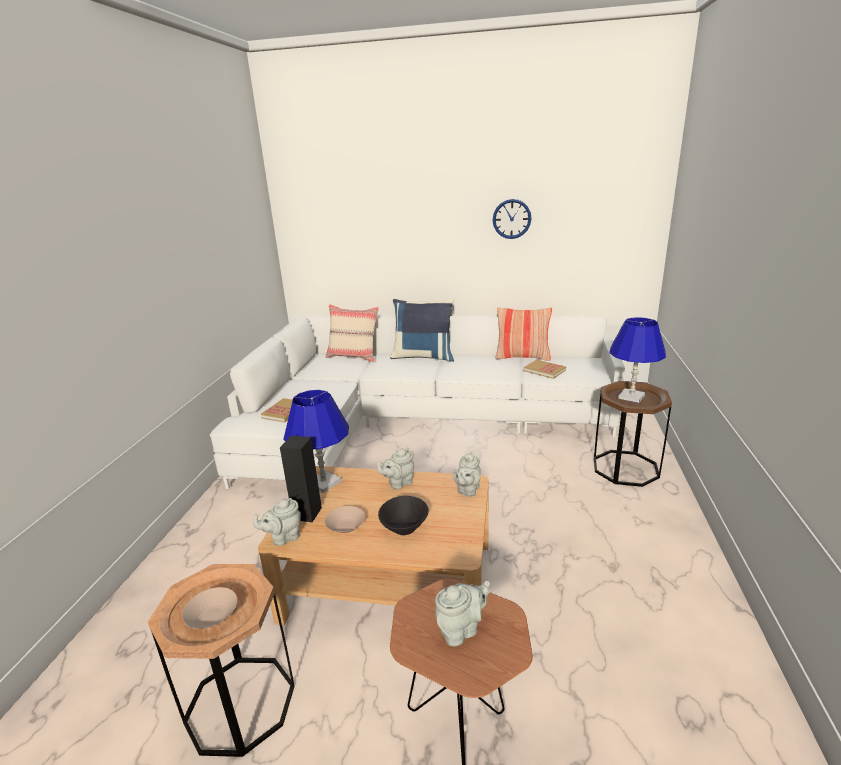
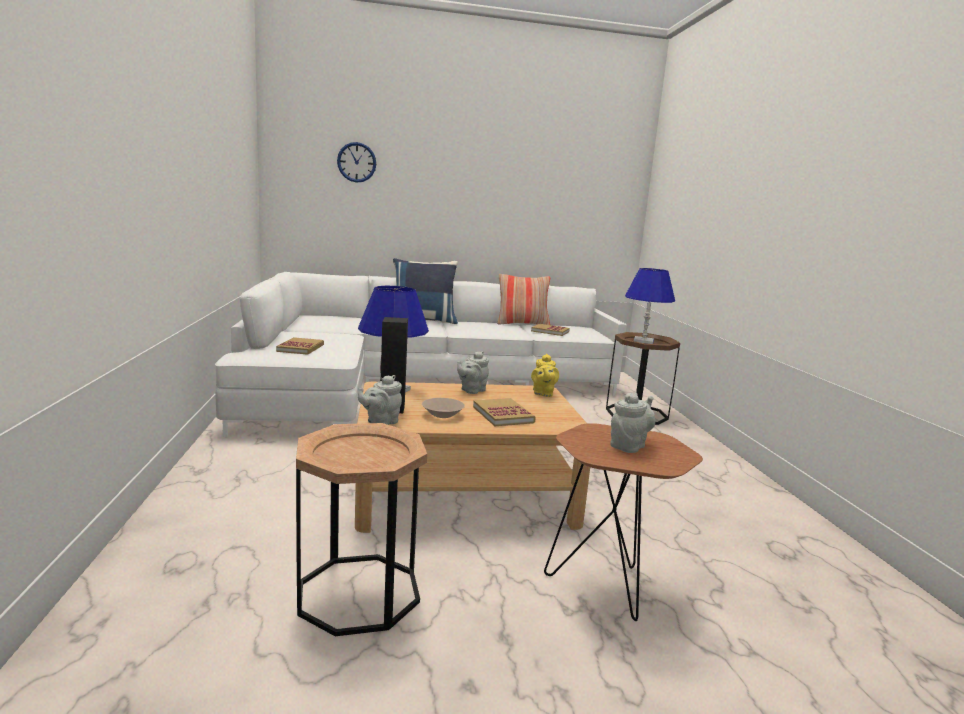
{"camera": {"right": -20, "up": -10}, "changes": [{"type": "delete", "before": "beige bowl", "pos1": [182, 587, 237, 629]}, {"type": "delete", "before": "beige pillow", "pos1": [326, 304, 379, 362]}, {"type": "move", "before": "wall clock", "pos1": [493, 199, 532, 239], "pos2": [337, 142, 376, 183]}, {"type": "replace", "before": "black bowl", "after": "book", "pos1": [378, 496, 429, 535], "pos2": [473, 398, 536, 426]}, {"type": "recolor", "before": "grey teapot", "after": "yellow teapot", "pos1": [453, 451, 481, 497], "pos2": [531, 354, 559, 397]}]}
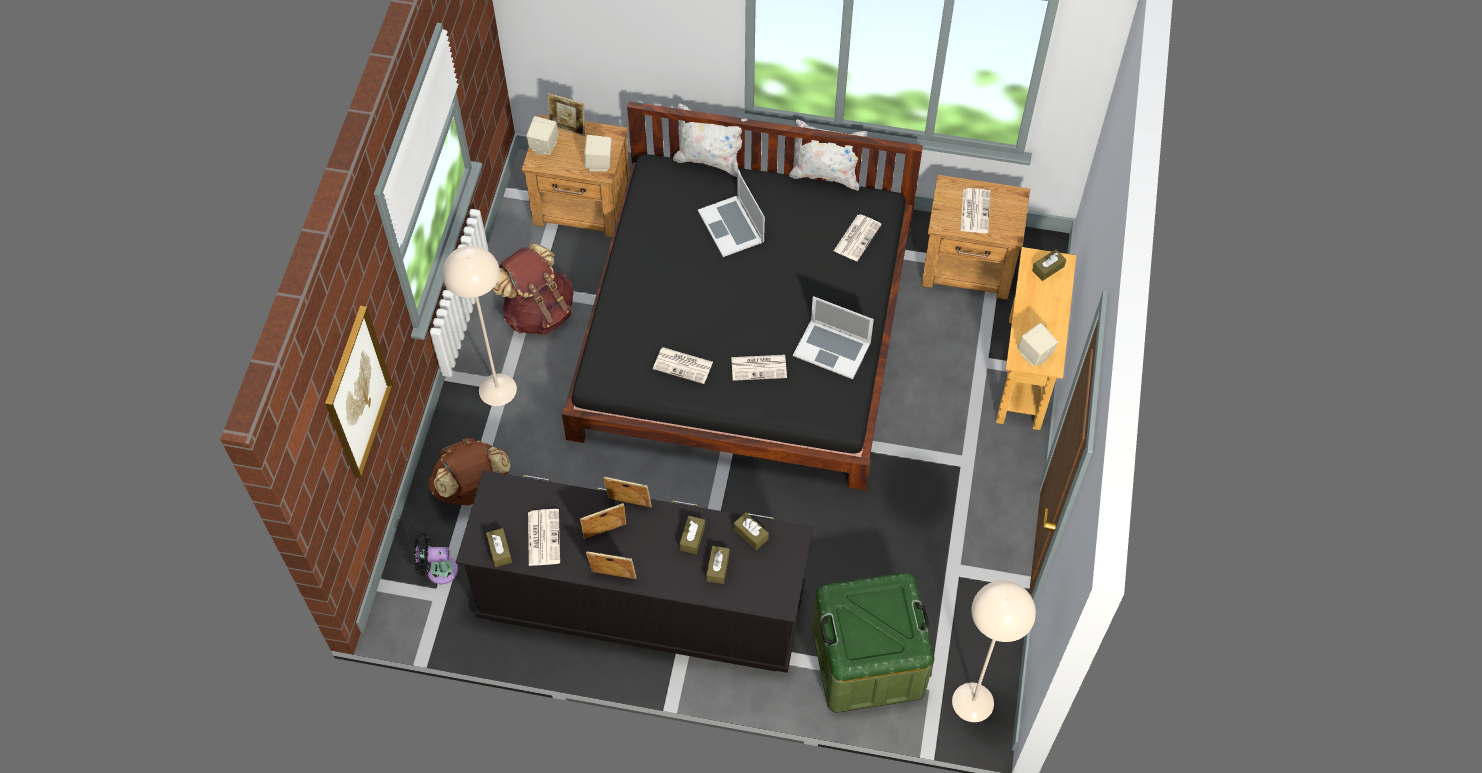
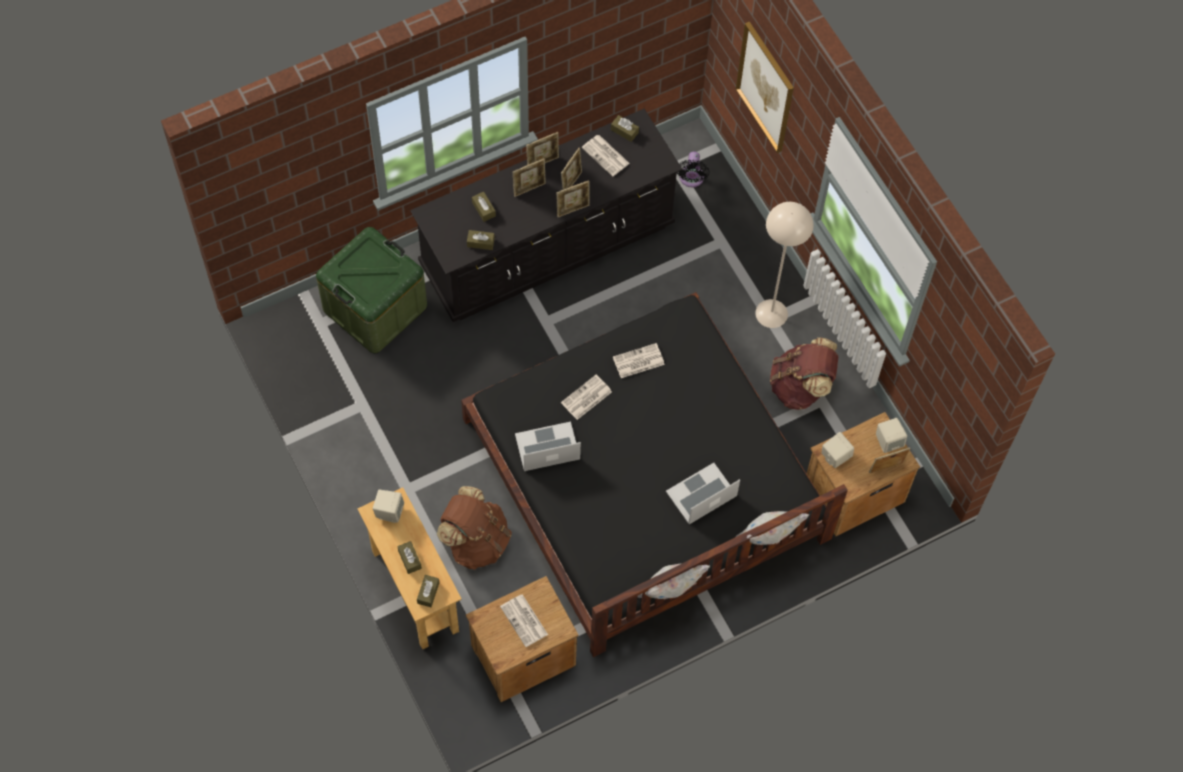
{"camera": {"right": 140, "up": 5}, "changes": [{"type": "delete", "before": "newspaper", "pos1": [834, 214, 881, 261]}, {"type": "delete", "before": "beige floor lamp", "pos1": [952, 580, 1036, 722]}, {"type": "insert", "after": "picture frame", "pos2": [513, 158, 546, 197]}, {"type": "move", "before": "brown backpack", "pos1": [428, 438, 511, 505], "pos2": [437, 486, 512, 570]}, {"type": "move", "before": "brown tissue box", "pos1": [680, 516, 705, 554], "pos2": [397, 541, 422, 574]}, {"type": "rotate", "before": "black fan", "pos1": [414, 533, 458, 584], "pos2": [677, 152, 709, 187], "turn": 135}, {"type": "rotate", "before": "laptop", "pos1": [698, 171, 765, 257], "pos2": [666, 463, 740, 524], "turn": -60}]}
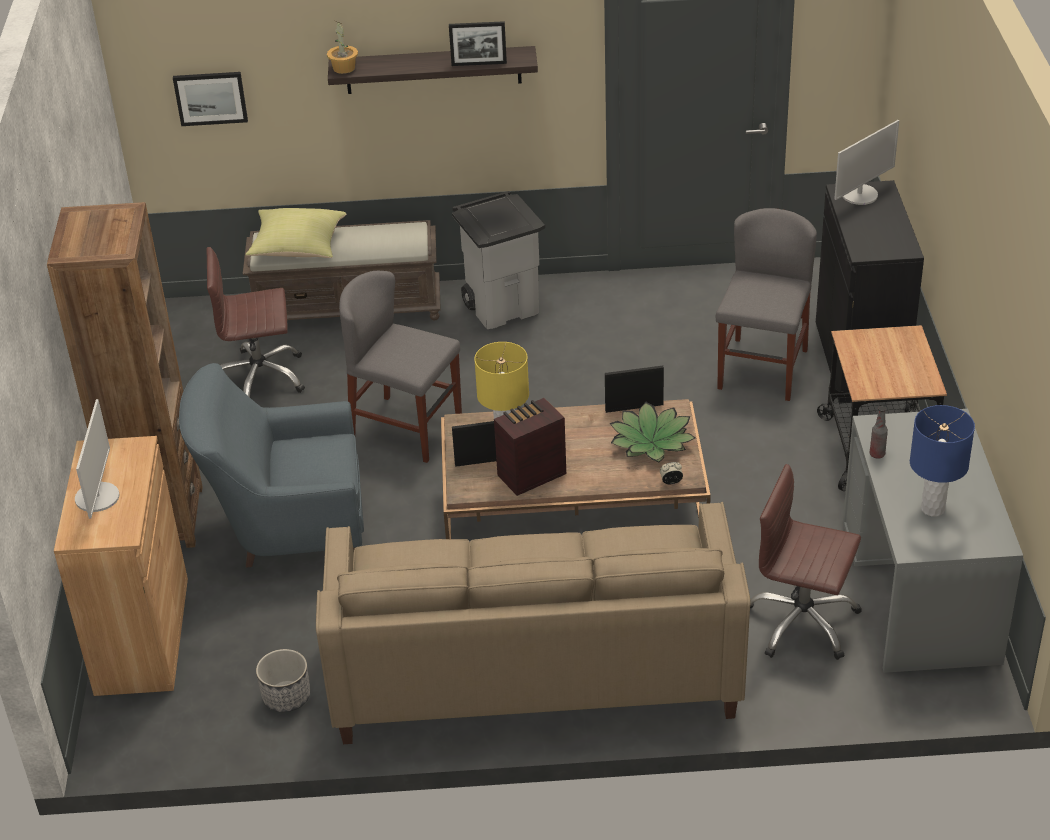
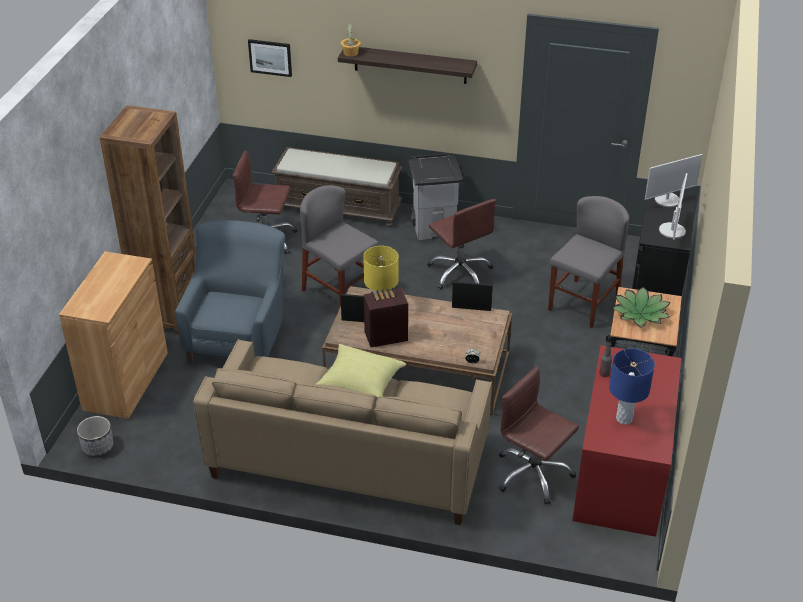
{"camera": {"right": 15, "up": 0}, "changes": [{"type": "delete", "before": "picture frame", "pos1": [449, 21, 507, 66]}, {"type": "insert", "after": "brown office chair", "pos2": [427, 199, 496, 289]}, {"type": "move", "before": "monitor", "pos1": [75, 399, 119, 519], "pos2": [659, 173, 688, 240]}, {"type": "move", "before": "yellow pillow", "pos1": [245, 208, 346, 258], "pos2": [316, 344, 406, 397]}, {"type": "move", "before": "planter", "pos1": [256, 649, 310, 712], "pos2": [77, 416, 114, 457]}, {"type": "move", "before": "potted plant", "pos1": [610, 402, 695, 462], "pos2": [612, 287, 671, 327]}, {"type": "recolor", "before": "grey desk", "after": "red desk", "pos1": [843, 409, 1023, 673], "pos2": [572, 345, 681, 537]}, {"type": "rotate", "before": "blue armchair", "pos1": [179, 363, 364, 568], "pos2": [175, 220, 285, 363], "turn": 90}]}
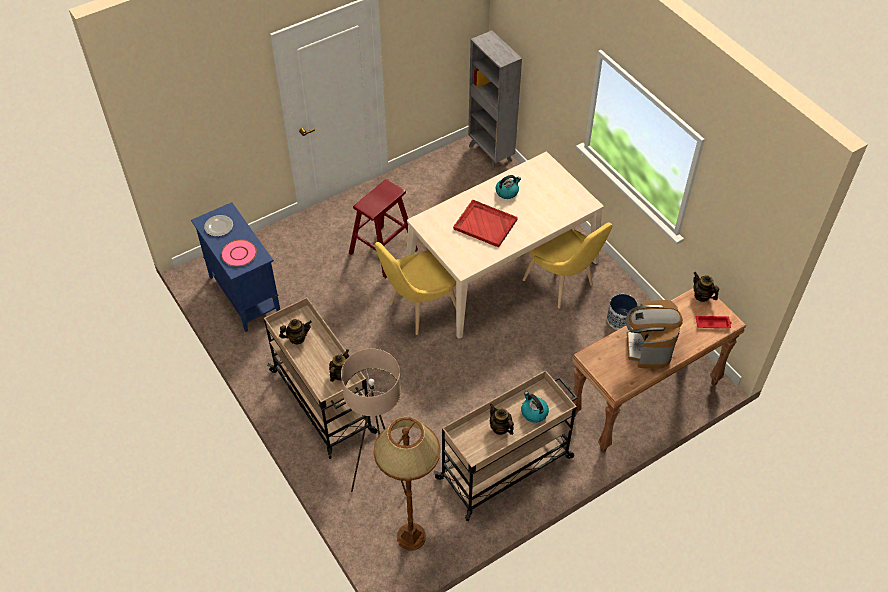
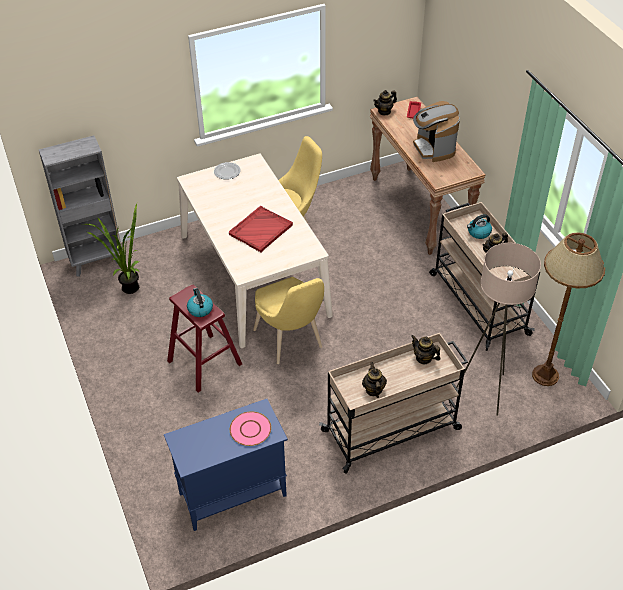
{"camera": {"right": -80, "up": -5}, "changes": [{"type": "delete", "before": "planter", "pos1": [607, 294, 638, 330]}, {"type": "insert", "after": "potted plant", "pos2": [82, 203, 139, 294]}, {"type": "move", "before": "plate", "pos1": [204, 215, 233, 236], "pos2": [214, 162, 241, 180]}, {"type": "move", "before": "kettle", "pos1": [495, 175, 521, 199], "pos2": [187, 288, 213, 317]}, {"type": "rotate", "before": "coffee machine", "pos1": [626, 300, 683, 369], "pos2": [413, 101, 460, 162], "turn": 60}]}
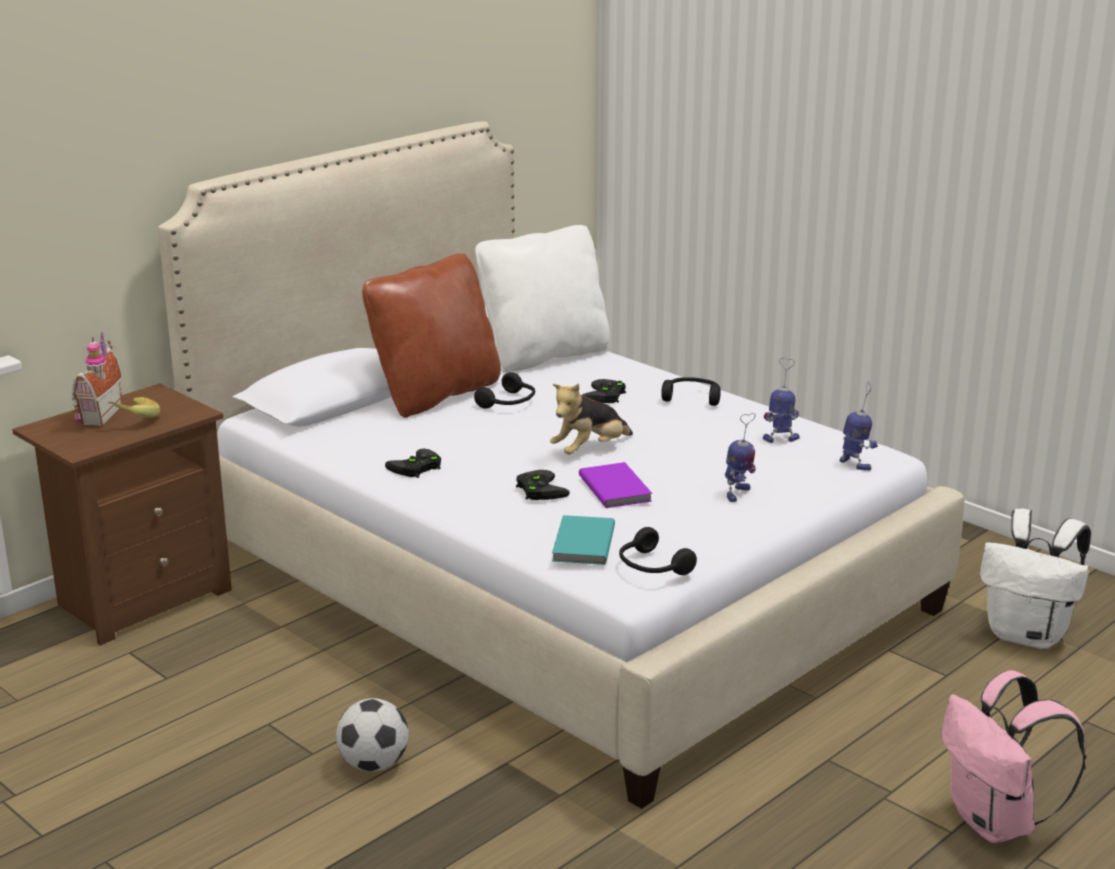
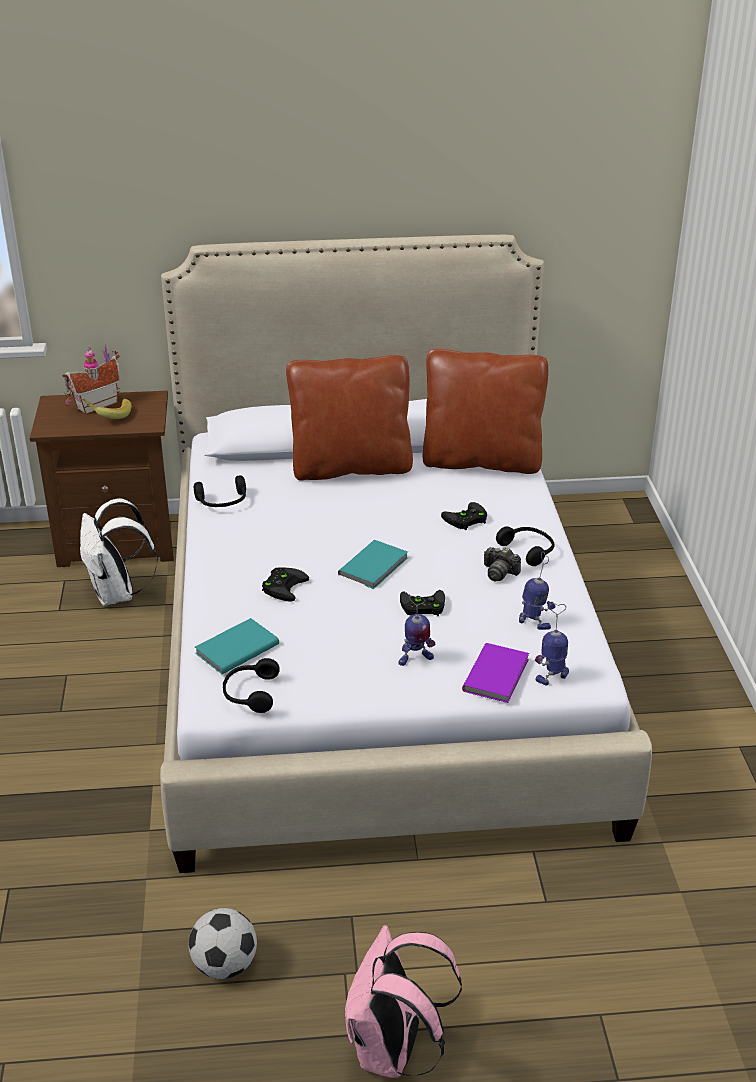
{"camera": {"right": 40, "up": 10}, "changes": [{"type": "insert", "after": "photo camera", "pos2": [484, 547, 521, 582]}, {"type": "move", "before": "football", "pos1": [336, 698, 409, 772], "pos2": [189, 908, 257, 979]}, {"type": "move", "before": "black game controller", "pos1": [385, 449, 441, 478], "pos2": [400, 590, 445, 616]}, {"type": "move", "before": "black headphones", "pos1": [474, 372, 535, 409], "pos2": [194, 475, 246, 507]}, {"type": "move", "before": "purple book", "pos1": [579, 462, 652, 508], "pos2": [462, 643, 529, 703]}, {"type": "move", "before": "white backpack", "pos1": [980, 509, 1091, 649], "pos2": [80, 498, 158, 606]}, {"type": "replace", "before": "plush toy", "after": "turquoise book", "pos1": [550, 383, 633, 454], "pos2": [338, 540, 408, 589]}, {"type": "recolor", "before": "white pillow", "after": "brown pillow", "pos1": [475, 225, 610, 373], "pos2": [423, 349, 548, 474]}, {"type": "rotate", "before": "toy robot", "pos1": [840, 381, 878, 471], "pos2": [535, 603, 569, 685], "turn": -120}]}
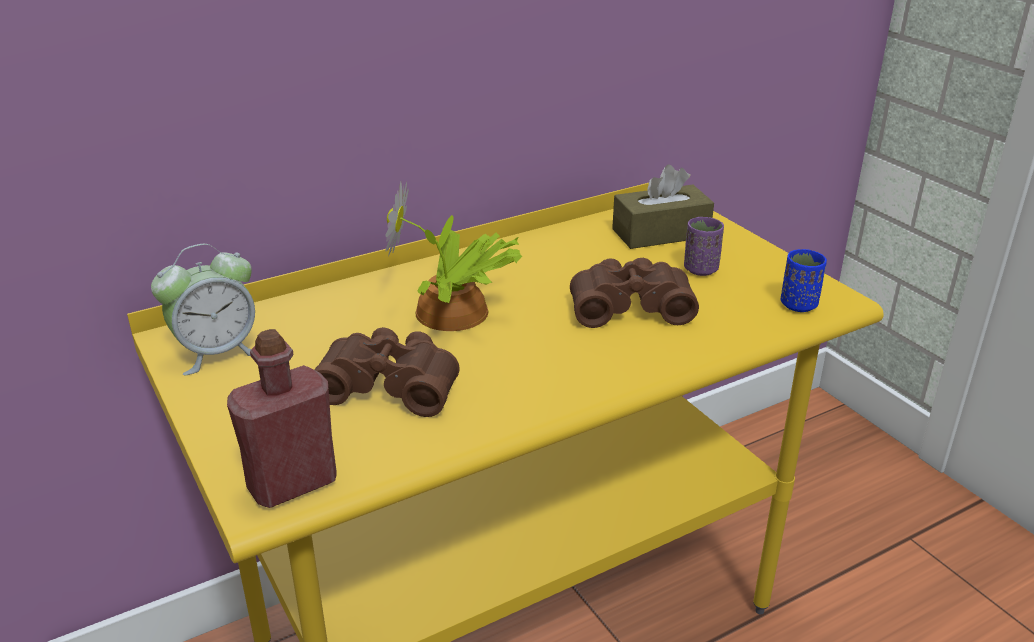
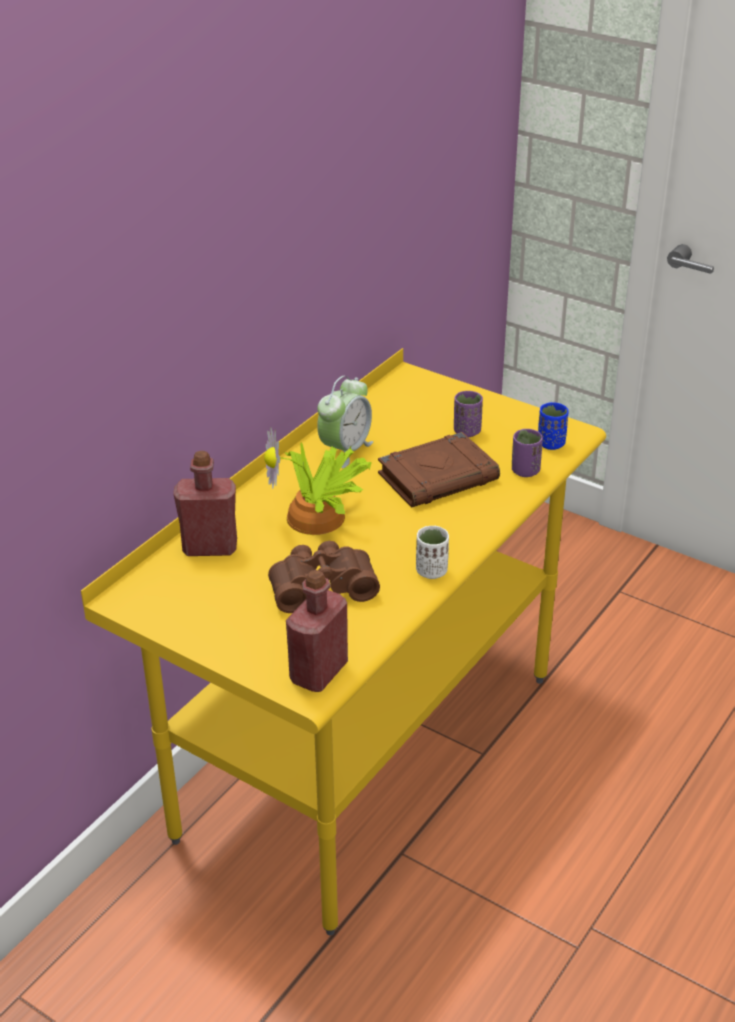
{"camera": {"right": -25, "up": 5}, "changes": [{"type": "delete", "before": "brown tissue box", "pos1": [612, 164, 714, 249]}, {"type": "insert", "after": "red bottle", "pos2": [173, 451, 237, 556]}, {"type": "insert", "after": "white cup", "pos2": [416, 526, 449, 579]}, {"type": "insert", "after": "purple cup", "pos2": [512, 429, 543, 477]}, {"type": "move", "before": "alarm clock", "pos1": [151, 244, 255, 375], "pos2": [317, 376, 373, 468]}, {"type": "replace", "before": "brown binoculars", "after": "brown book", "pos1": [570, 258, 699, 328], "pos2": [378, 432, 500, 508]}]}
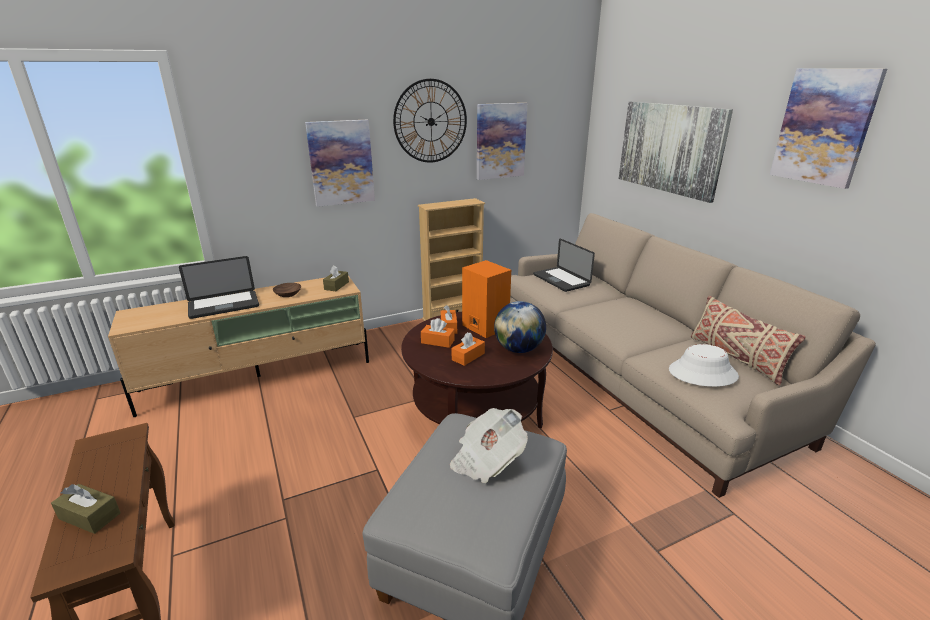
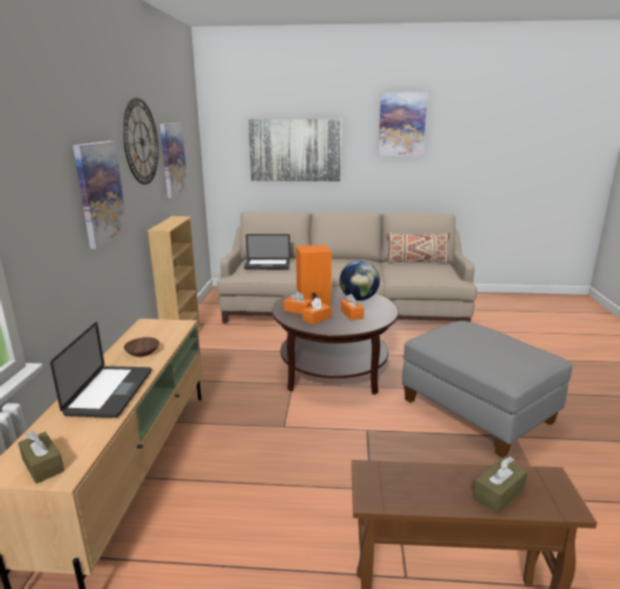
{"camera": {"right": -60, "up": -5}, "changes": [{"type": "delete", "before": "newspaper", "pos1": [450, 408, 528, 483]}, {"type": "delete", "before": "white hat", "pos1": [669, 344, 739, 387]}, {"type": "move", "before": "brown tissue box", "pos1": [323, 265, 349, 291], "pos2": [18, 431, 64, 484]}]}
